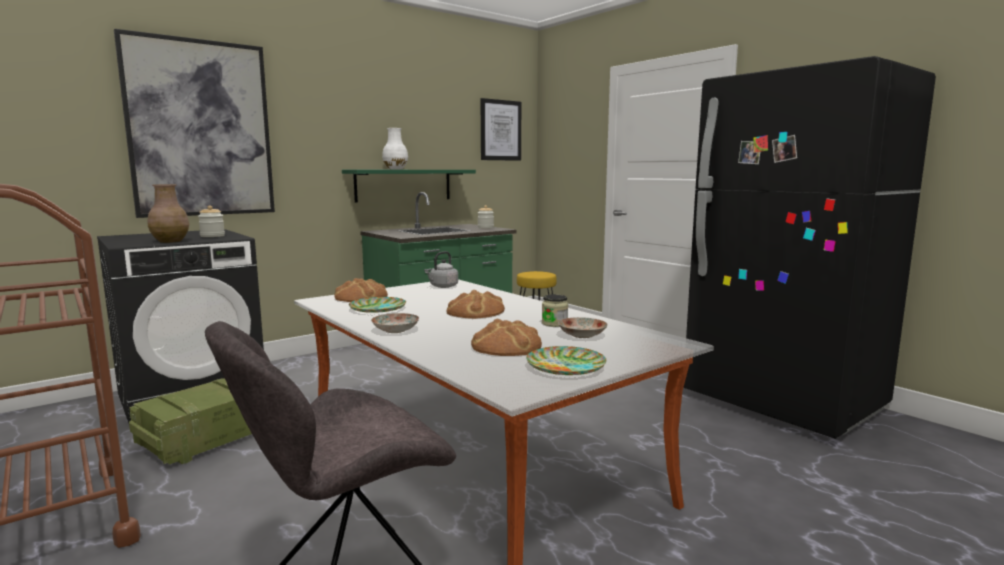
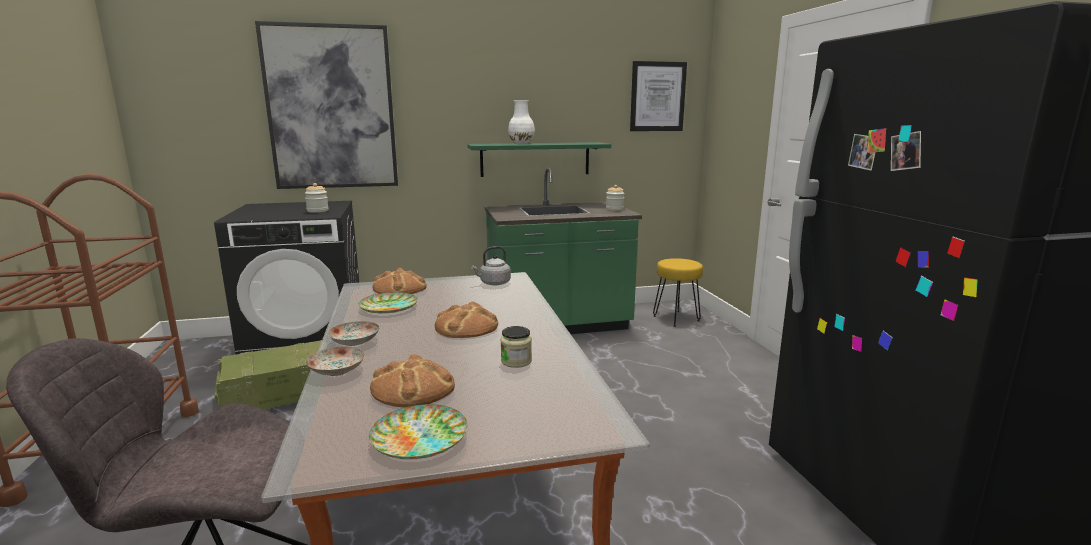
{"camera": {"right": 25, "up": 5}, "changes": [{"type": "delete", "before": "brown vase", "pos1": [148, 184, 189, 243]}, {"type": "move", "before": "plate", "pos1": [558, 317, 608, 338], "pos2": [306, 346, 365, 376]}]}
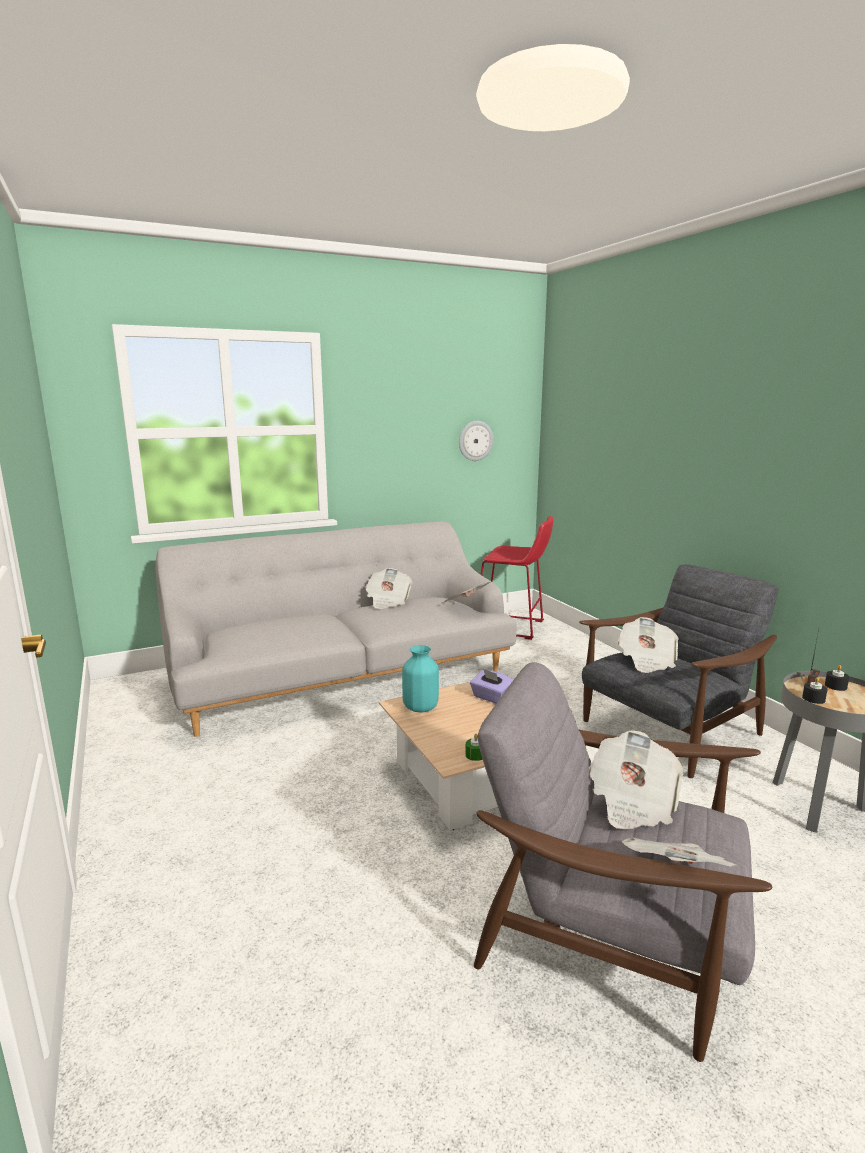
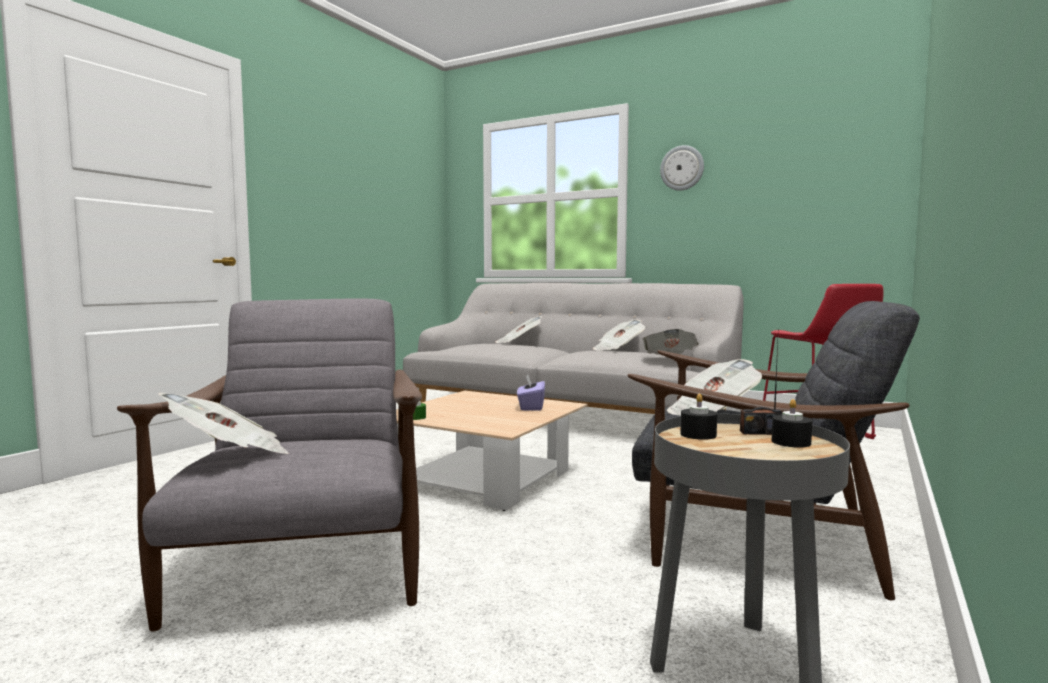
{"camera": {"right": 55, "up": -10}, "changes": [{"type": "delete", "before": "turquoise vase", "pos1": [402, 645, 439, 712]}, {"type": "move", "before": "wall clock", "pos1": [459, 421, 494, 461], "pos2": [660, 145, 704, 191]}, {"type": "move", "before": "newspaper", "pos1": [589, 730, 684, 829], "pos2": [495, 316, 542, 343]}]}
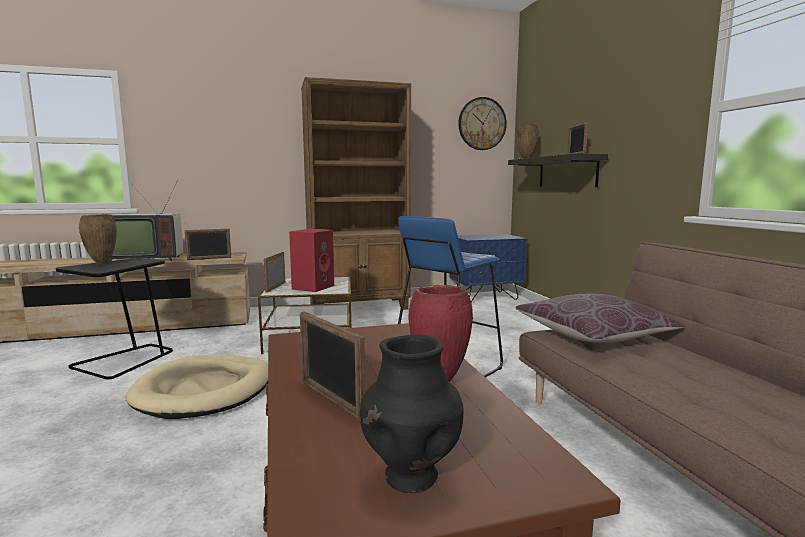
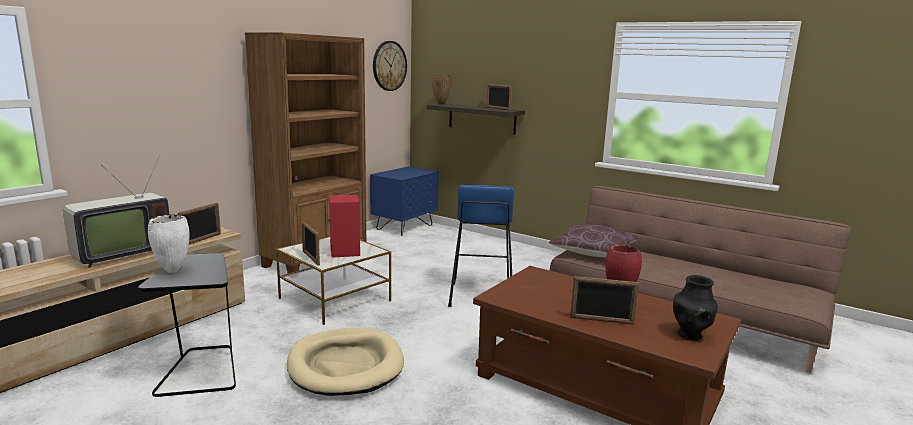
{"camera": {"right": -40, "up": 5}, "changes": [{"type": "recolor", "before": "brown vase", "after": "white vase", "pos1": [79, 214, 117, 264], "pos2": [148, 215, 189, 273]}]}
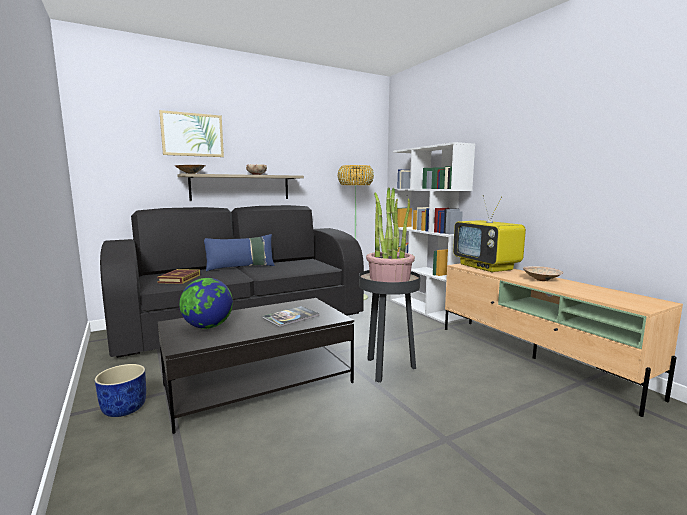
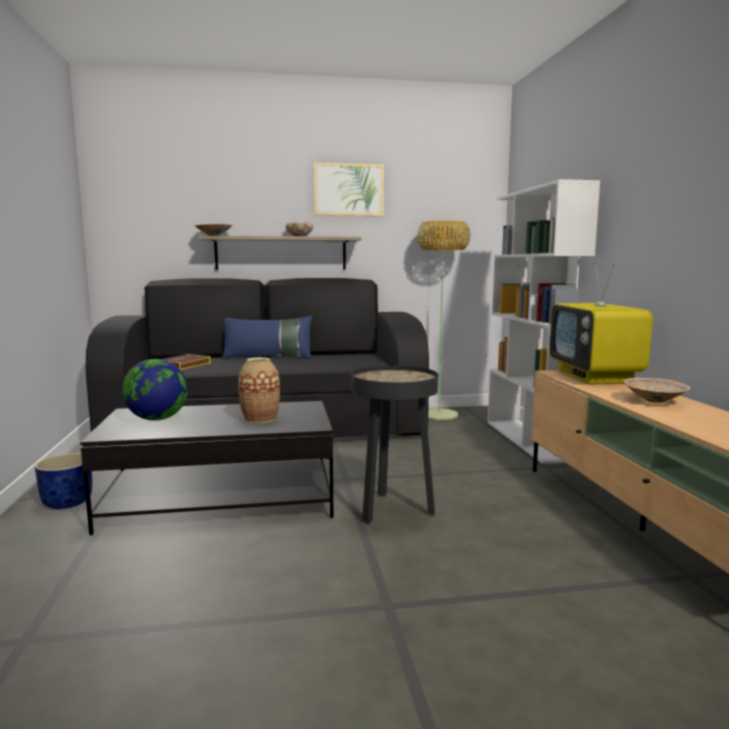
{"camera": {"right": 20, "up": 0}, "changes": [{"type": "delete", "before": "potted plant", "pos1": [366, 187, 415, 282]}, {"type": "move", "before": "picture", "pos1": [159, 110, 224, 157], "pos2": [313, 162, 384, 216]}, {"type": "replace", "before": "book", "after": "vase", "pos1": [262, 306, 320, 327], "pos2": [238, 357, 280, 423]}]}
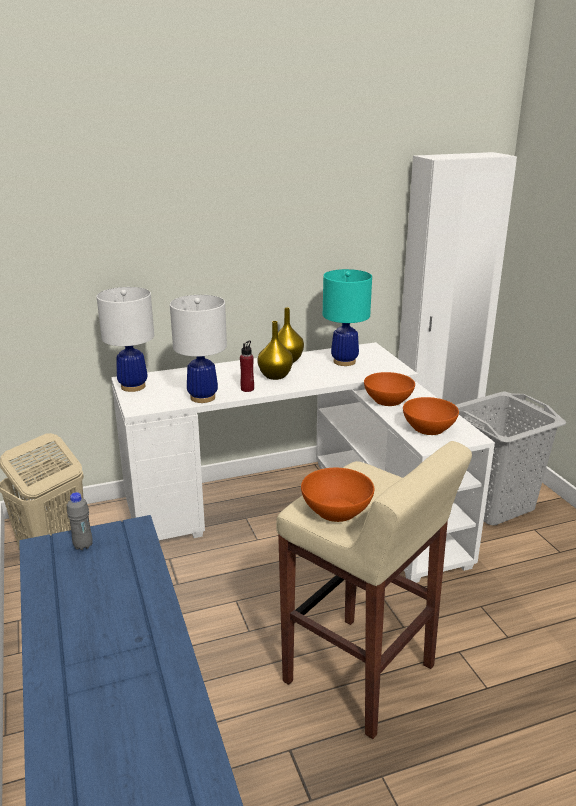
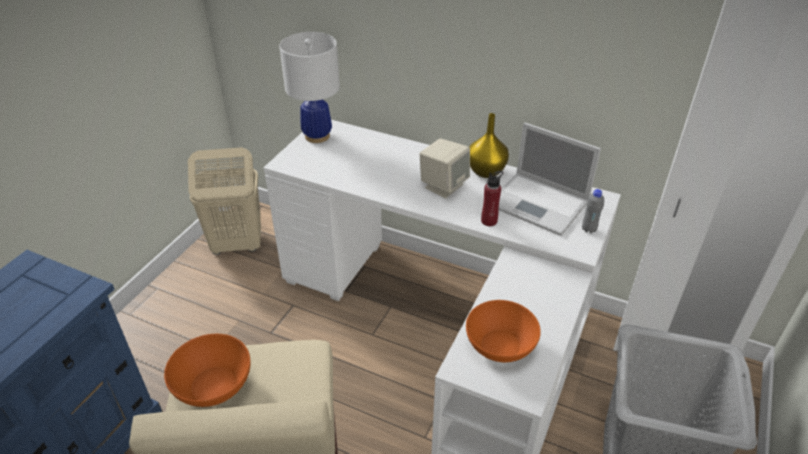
{"camera": {"right": 45, "up": 15}, "changes": [{"type": "delete", "before": "white table lamp", "pos1": [170, 295, 227, 403]}, {"type": "delete", "before": "orange bowl", "pos1": [364, 372, 415, 406]}, {"type": "move", "before": "grey bottle", "pos1": [67, 492, 93, 550], "pos2": [582, 189, 604, 233]}, {"type": "move", "before": "red bottle", "pos1": [240, 341, 254, 392], "pos2": [481, 171, 503, 226]}, {"type": "replace", "before": "yellow vase", "after": "beige speaker", "pos1": [257, 321, 293, 380], "pos2": [420, 138, 470, 198]}, {"type": "replace", "before": "turquoise table lamp", "after": "laptop", "pos1": [323, 269, 372, 366], "pos2": [499, 123, 601, 236]}]}
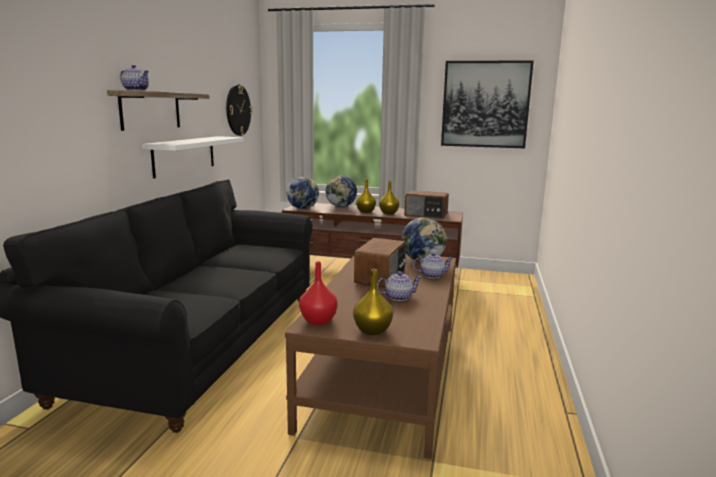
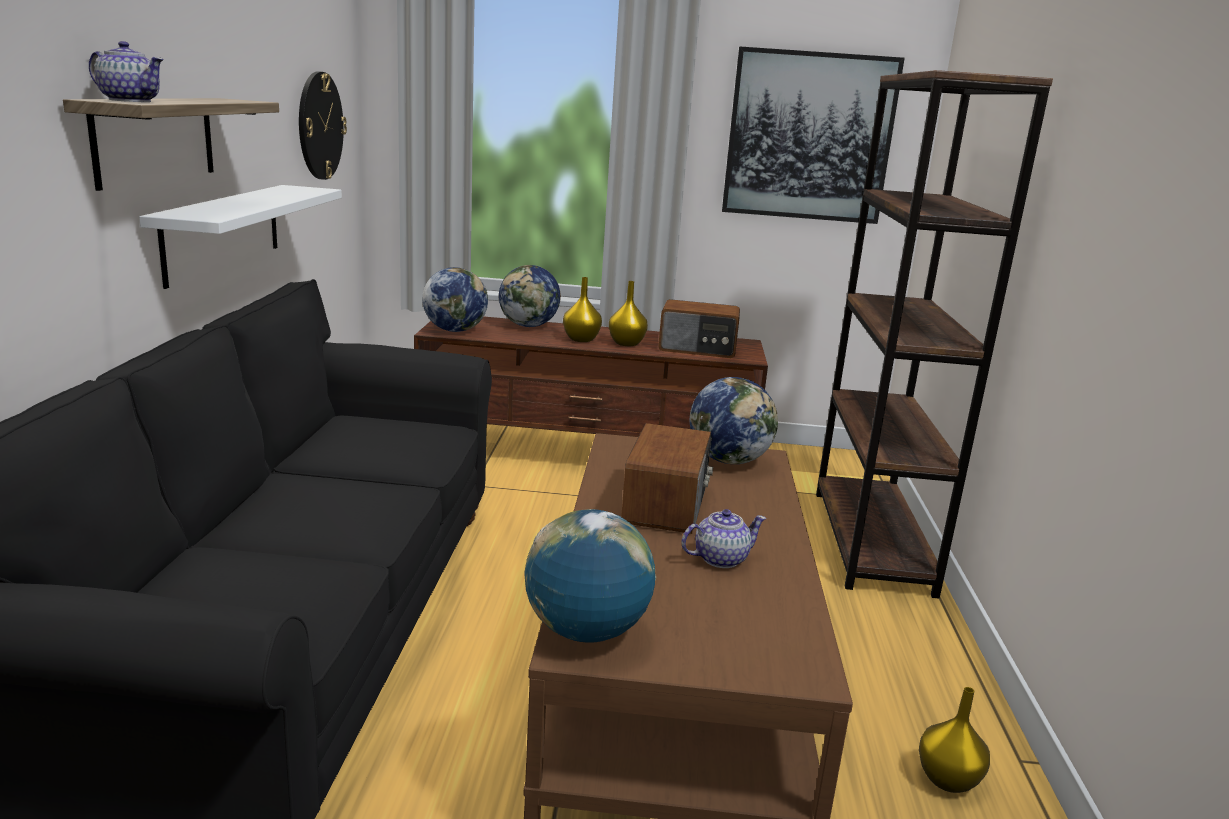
{"camera": {"right": -10, "up": 5}, "changes": [{"type": "delete", "before": "teapot", "pos1": [413, 252, 453, 278]}, {"type": "insert", "after": "brown bookcase", "pos2": [816, 70, 1053, 599]}, {"type": "move", "before": "yellow vase", "pos1": [353, 269, 393, 335], "pos2": [919, 687, 990, 793]}, {"type": "replace", "before": "red vase", "after": "globe", "pos1": [299, 261, 338, 325], "pos2": [524, 509, 656, 643]}]}
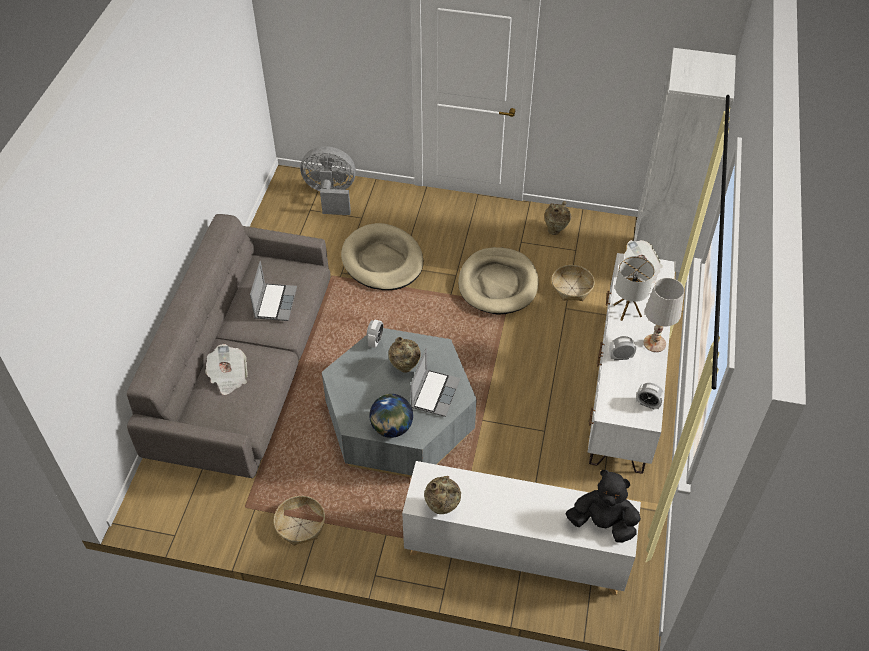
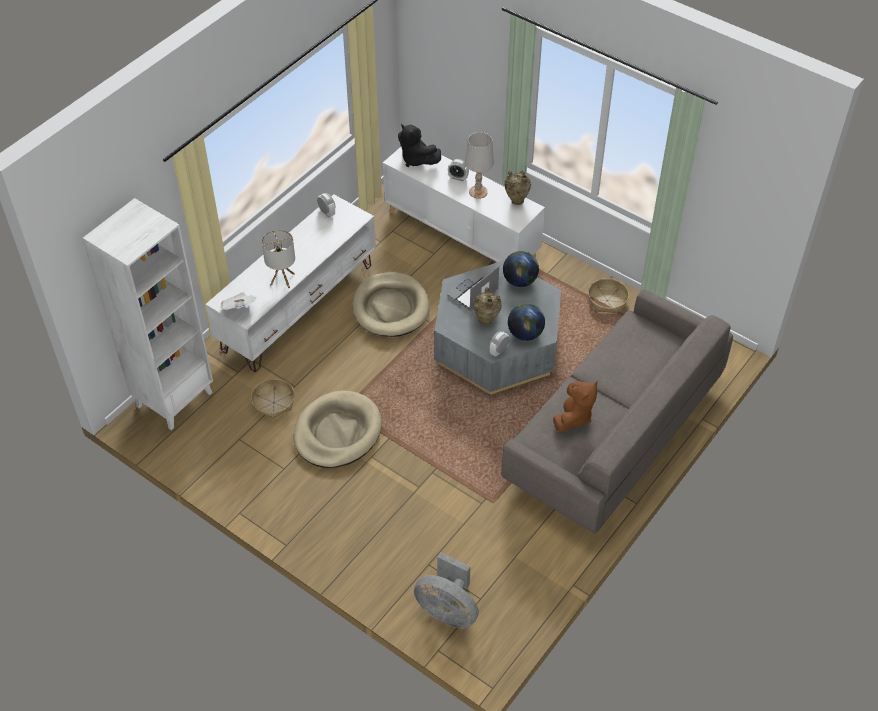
{"camera": {"right": -155, "up": 0}, "changes": [{"type": "delete", "before": "newspaper", "pos1": [205, 344, 247, 395]}, {"type": "delete", "before": "beige vase", "pos1": [545, 201, 571, 235]}, {"type": "insert", "after": "globe", "pos2": [508, 303, 545, 341]}, {"type": "move", "before": "beige dog bed", "pos1": [341, 223, 423, 290], "pos2": [352, 272, 430, 337]}, {"type": "move", "before": "alarm clock", "pos1": [609, 336, 636, 360], "pos2": [448, 159, 469, 181]}, {"type": "move", "before": "white table lamp", "pos1": [643, 278, 684, 352], "pos2": [465, 132, 494, 199]}, {"type": "replace", "before": "laptop", "after": "brown plush toy", "pos1": [250, 261, 297, 321], "pos2": [553, 381, 598, 432]}]}
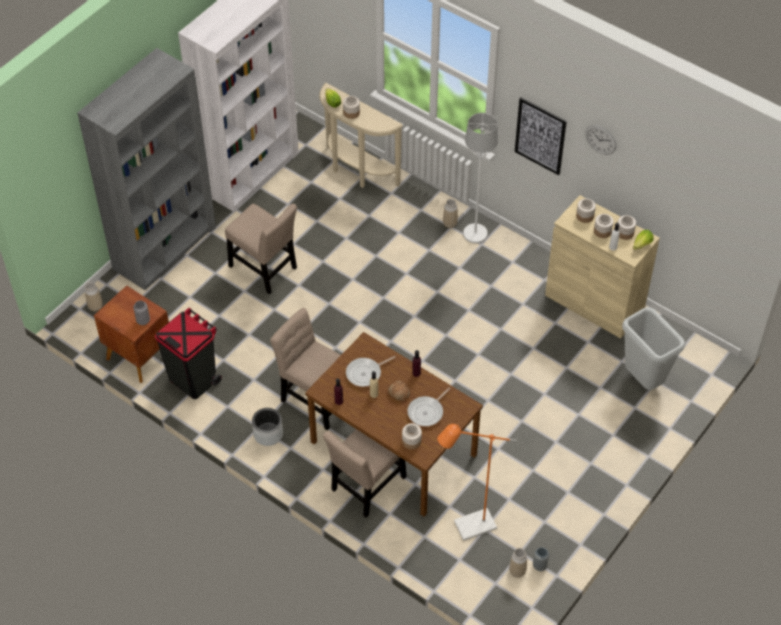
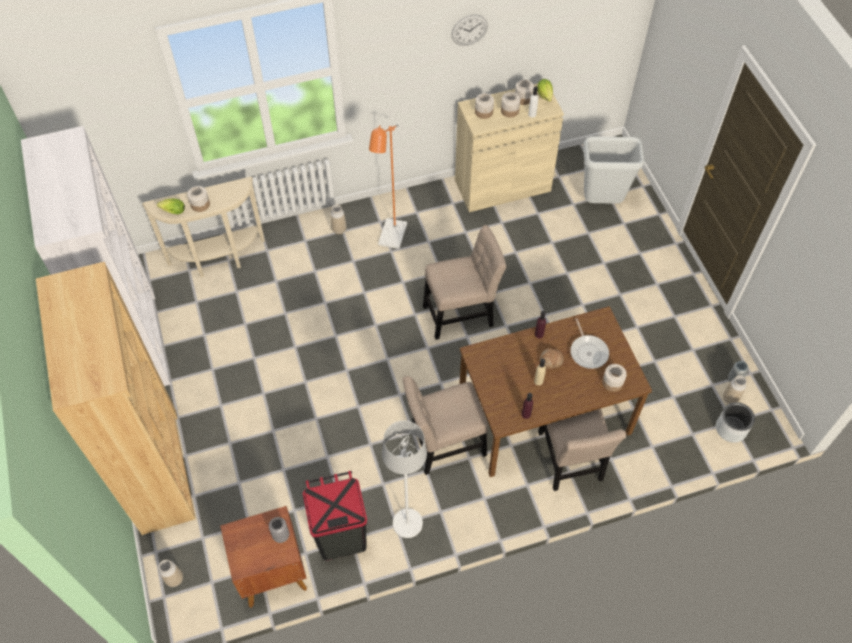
{"camera": {"right": -55, "up": 5}, "changes": [{"type": "delete", "before": "frying pan", "pos1": [346, 356, 396, 387]}, {"type": "delete", "before": "picture", "pos1": [515, 97, 567, 175]}, {"type": "move", "before": "beige chair", "pos1": [225, 204, 297, 294], "pos2": [423, 225, 507, 340]}, {"type": "move", "before": "grey planter", "pos1": [252, 408, 283, 446], "pos2": [716, 402, 755, 443]}, {"type": "move", "before": "orange floor lamp", "pos1": [437, 424, 517, 541], "pos2": [369, 124, 407, 249]}, {"type": "move", "before": "white floor lamp", "pos1": [463, 113, 498, 243], "pos2": [382, 421, 427, 538]}, {"type": "recolor", "before": "grey bookcase", "after": "brown bookcase", "pos1": [77, 48, 216, 290], "pos2": [36, 262, 196, 535]}]}
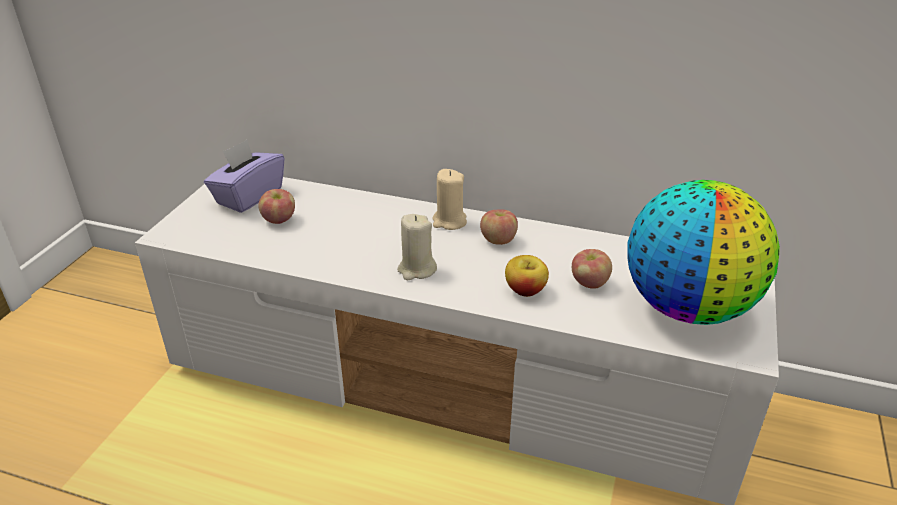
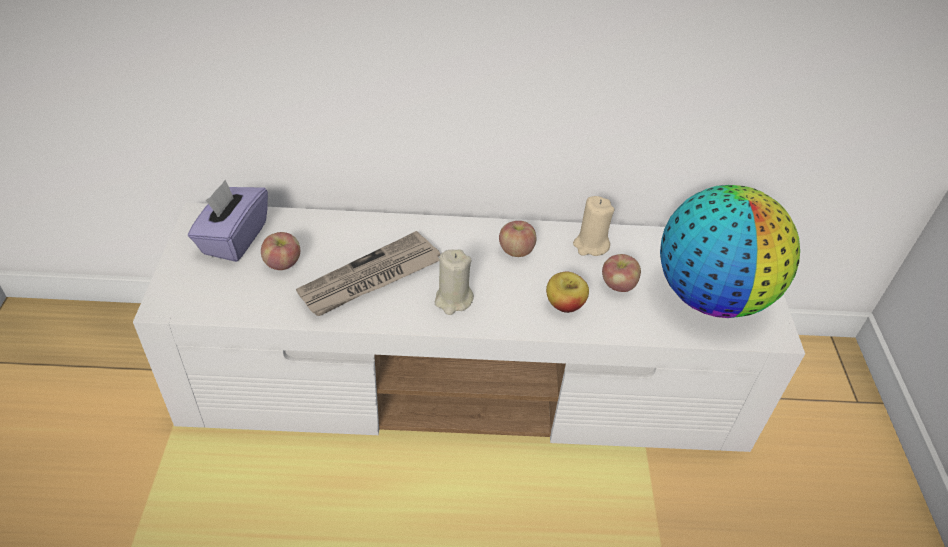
{"camera": {"right": -20, "up": 10}, "changes": [{"type": "insert", "after": "newspaper", "pos2": [296, 231, 440, 316]}, {"type": "move", "before": "beige candle", "pos1": [432, 169, 467, 230], "pos2": [573, 196, 615, 256]}]}
